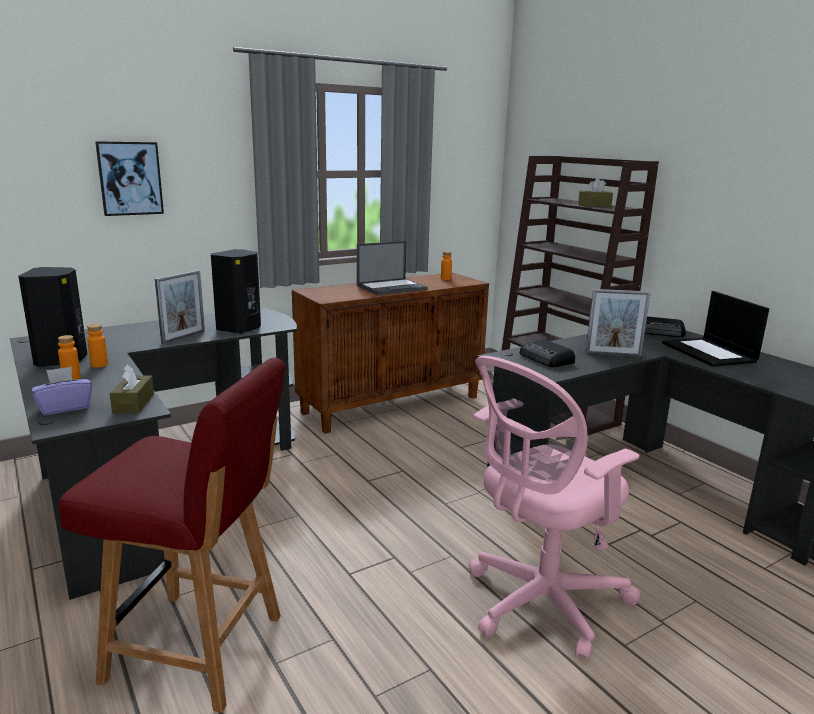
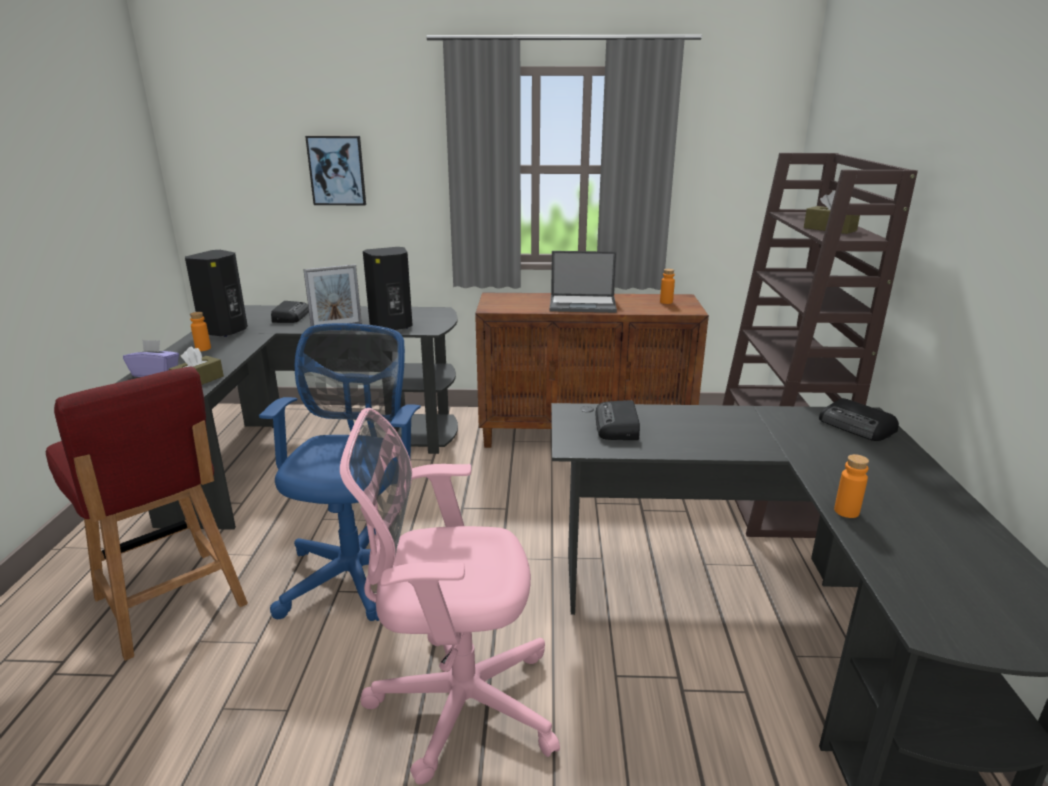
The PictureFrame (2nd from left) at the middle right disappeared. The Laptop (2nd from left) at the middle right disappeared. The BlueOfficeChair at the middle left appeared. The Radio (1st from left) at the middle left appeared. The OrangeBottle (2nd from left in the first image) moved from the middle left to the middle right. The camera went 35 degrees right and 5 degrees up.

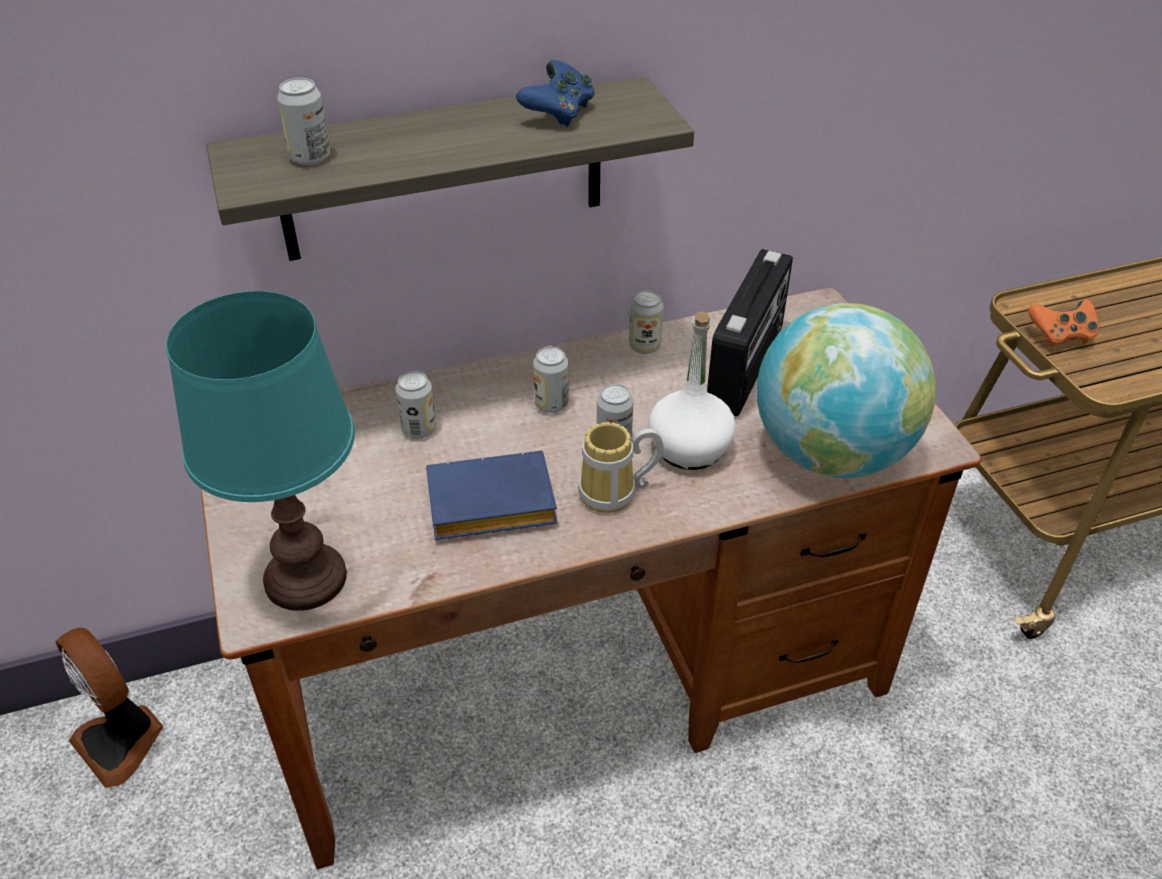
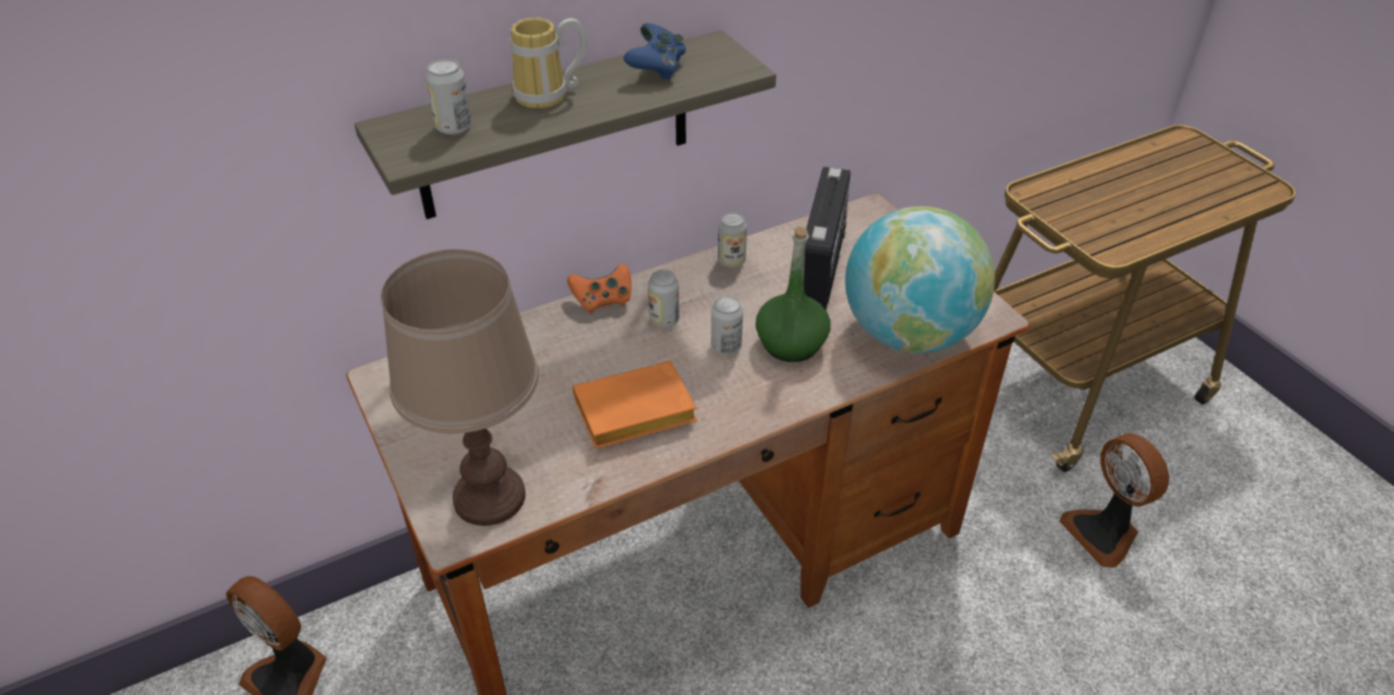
The Can (2nd from left) at the centre disappeared. The Fan (2nd from left) at the bottom right appeared. The Mug moved from the centre to the top centre. The OrangeGameController moved from the middle right to the centre. The TurquoiseTableLamp at the middle left became the BrownTableLamp at the middle left. The BlueBook at the centre became the OrangeBook at the centre. The WhiteBottle at the centre became the GreenBottle at the centre. The camera went 10 degrees left and 0 degrees up.

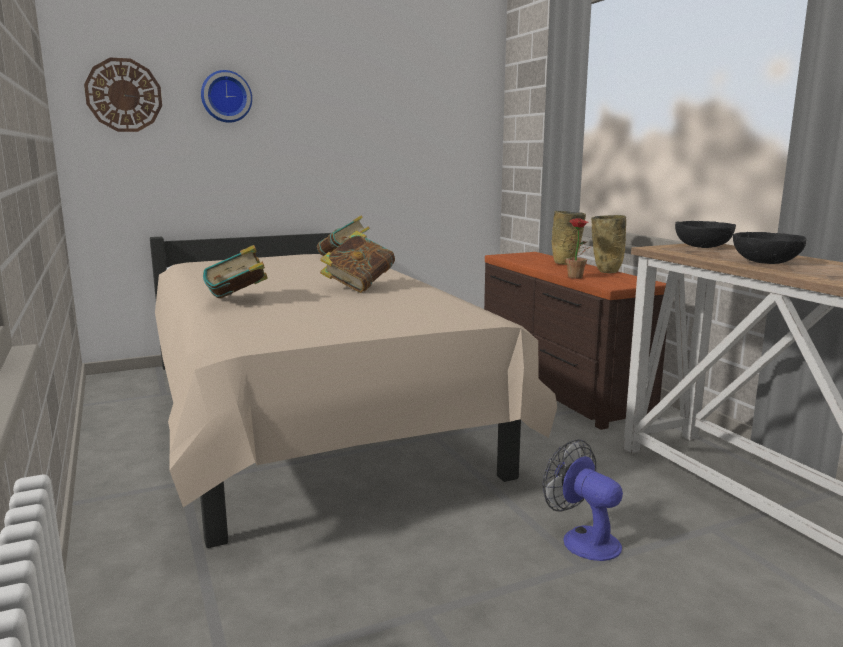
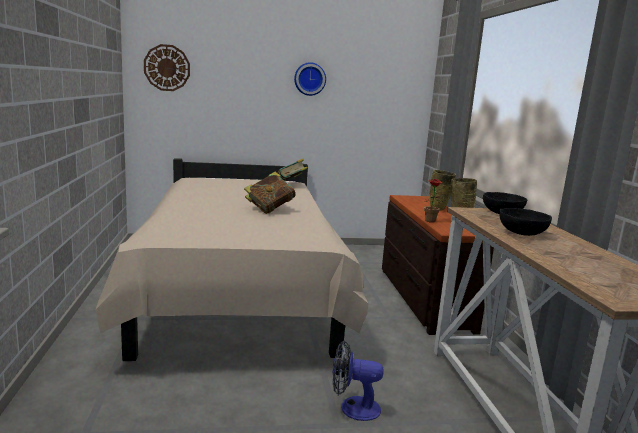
The Book (1st from left) at the middle left disappeared. The WallClock (2nd from left) moved from the top left to the top centre. The Fan at the bottom right turned 60 degrees counterclockwise. The camera went 15 degrees right and 0 degrees up.

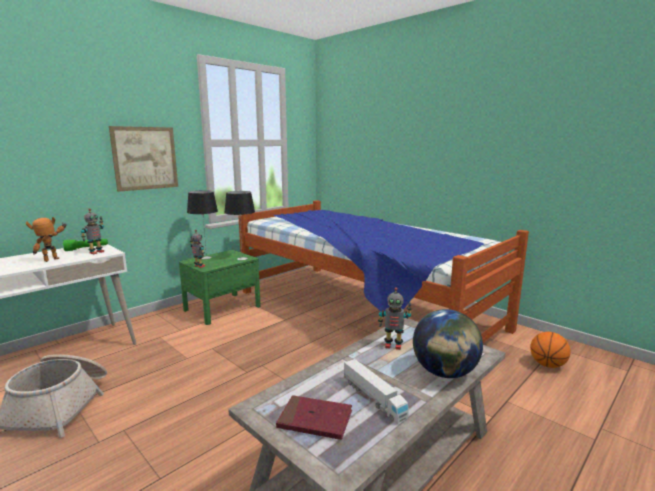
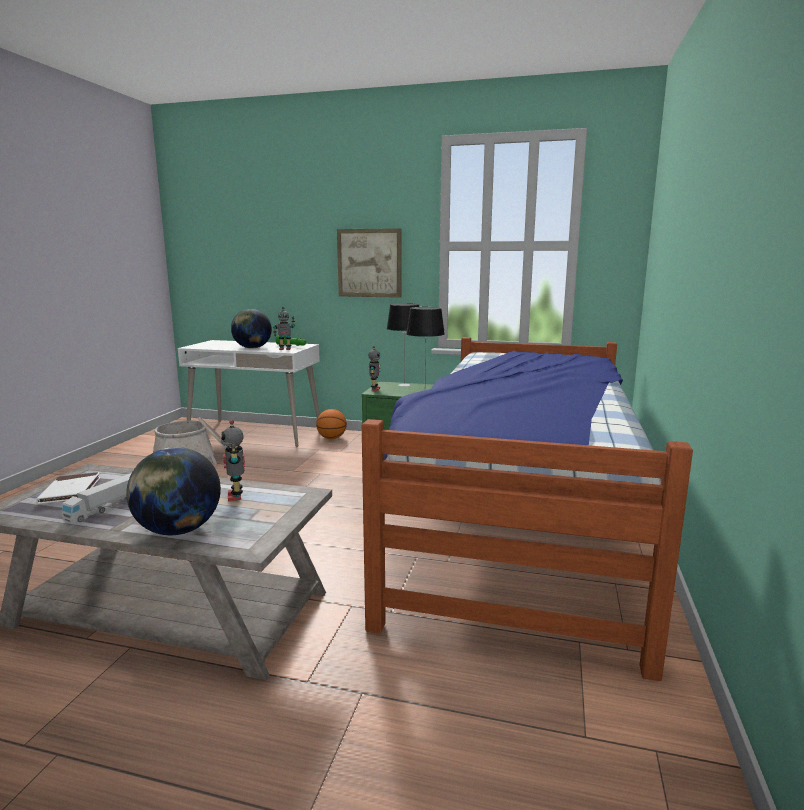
The Basketball moved from the bottom right to the centre. The ToyRobot (1st from left) at the middle left was replaced by the Globe (2nd from left) at the middle left. The RedBook at the bottom centre became the WhiteBook at the middle left. The camera went 60 degrees right and 0 degrees up.

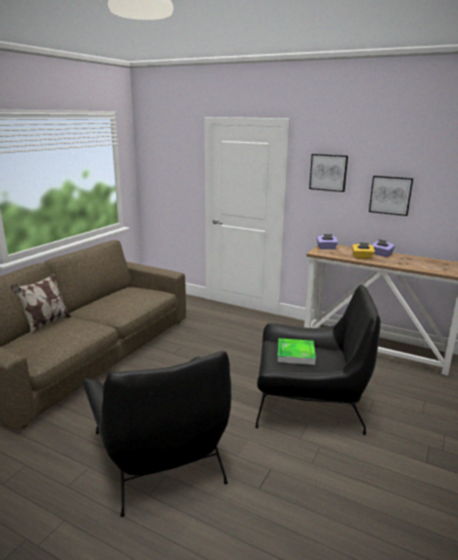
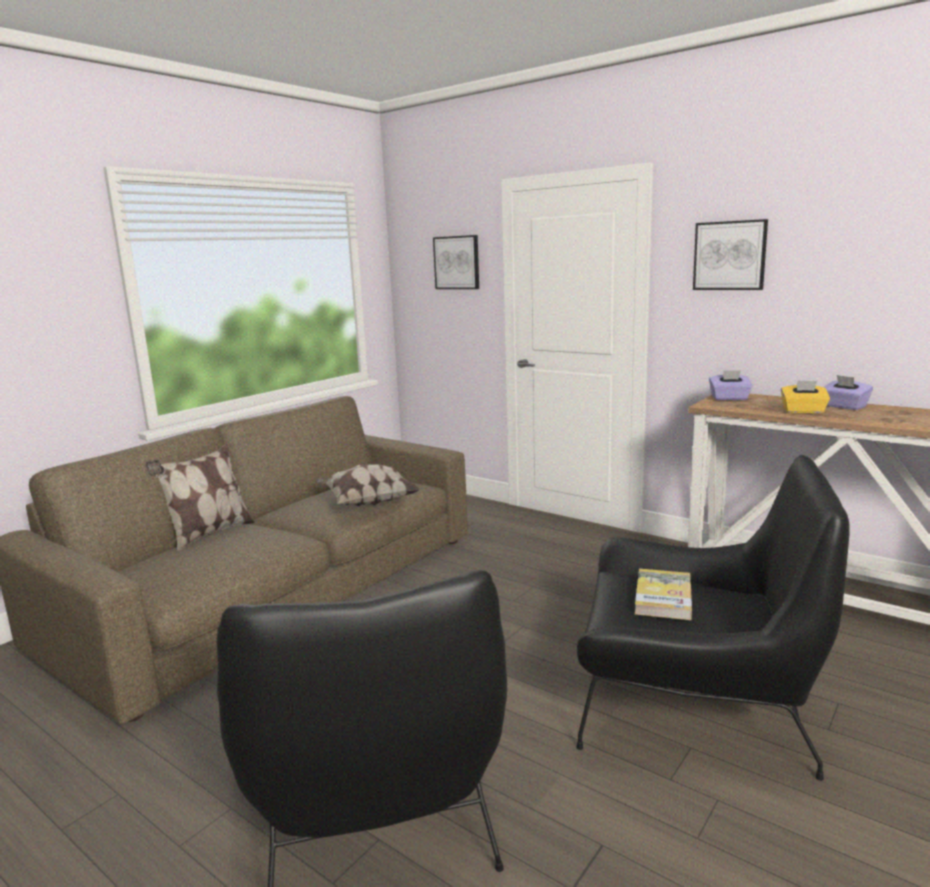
The Pillow (2nd from left) at the centre appeared. The Picture (2nd from left in the first image) moved from the middle right to the top centre. The Tray at the centre was replaced by the Book at the bottom right. The camera went 10 degrees right and 5 degrees down.

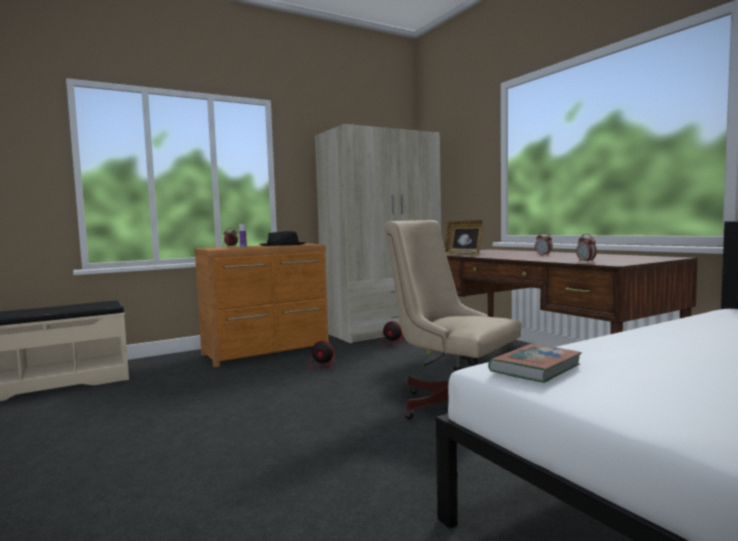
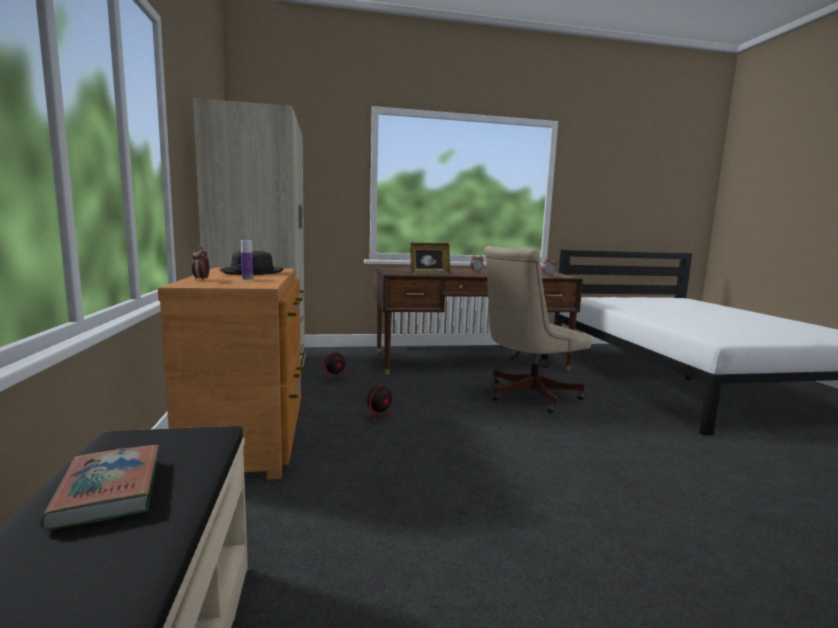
The Book moved from the bottom right to the bottom left. The camera went 70 degrees left and 5 degrees up.

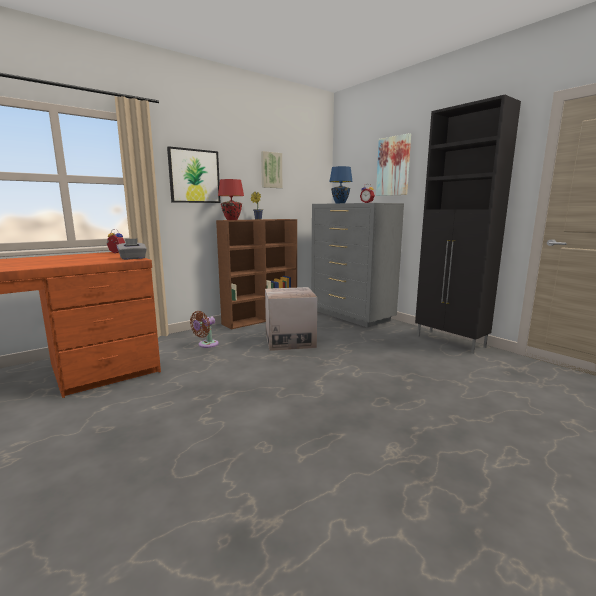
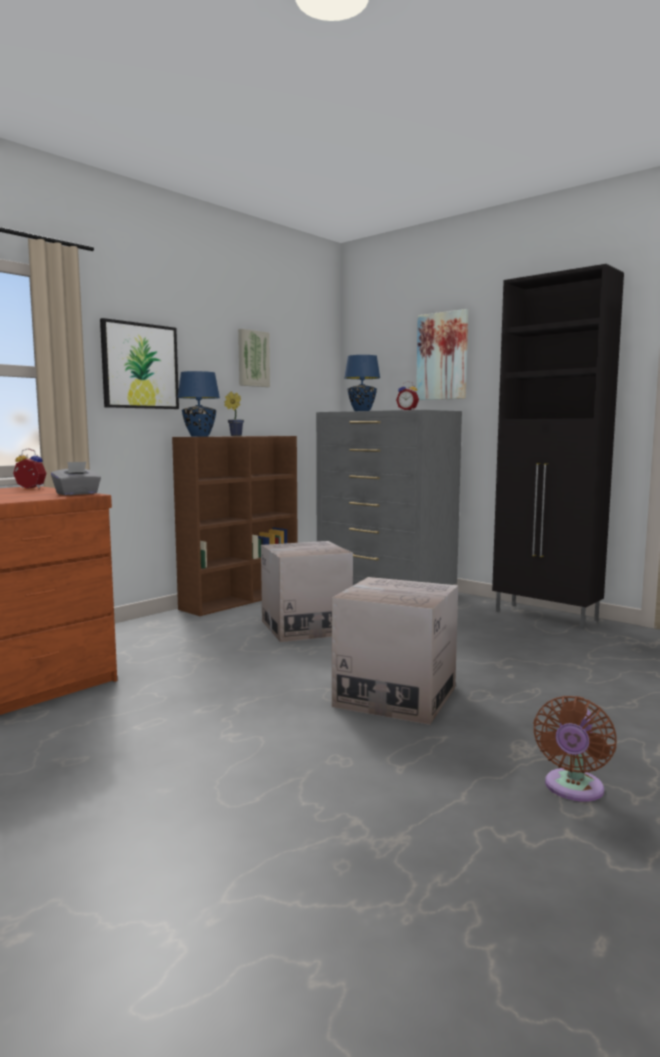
The CardboardBox (2nd from left) at the centre appeared. The BrownFan moved from the centre to the bottom right. The RedTableLamp at the centre became the BlueTableLamp (1st from left) at the middle left. The camera went 10 degrees left and 5 degrees down.

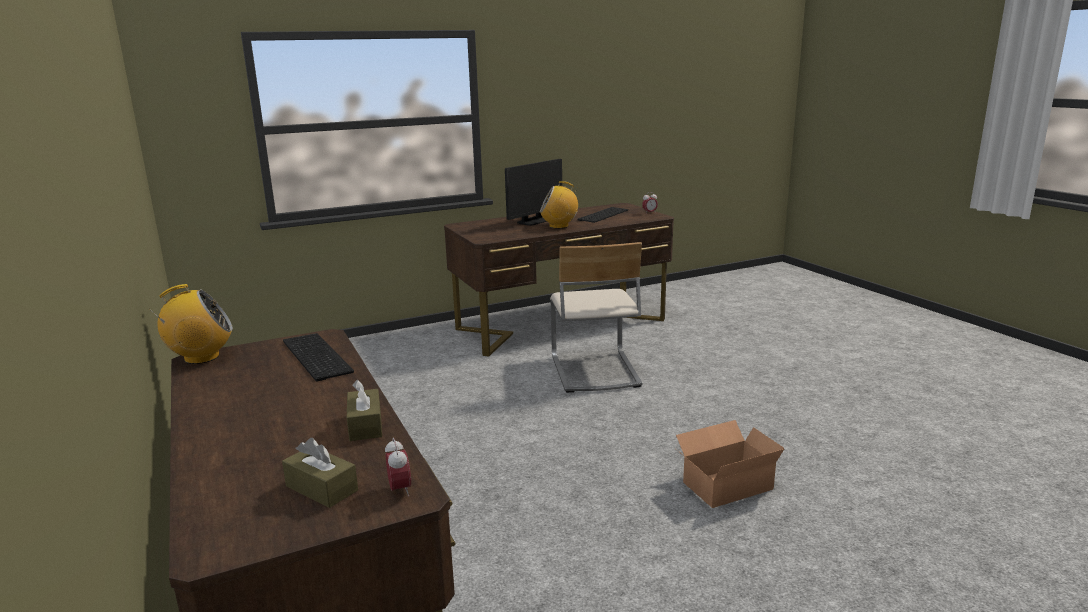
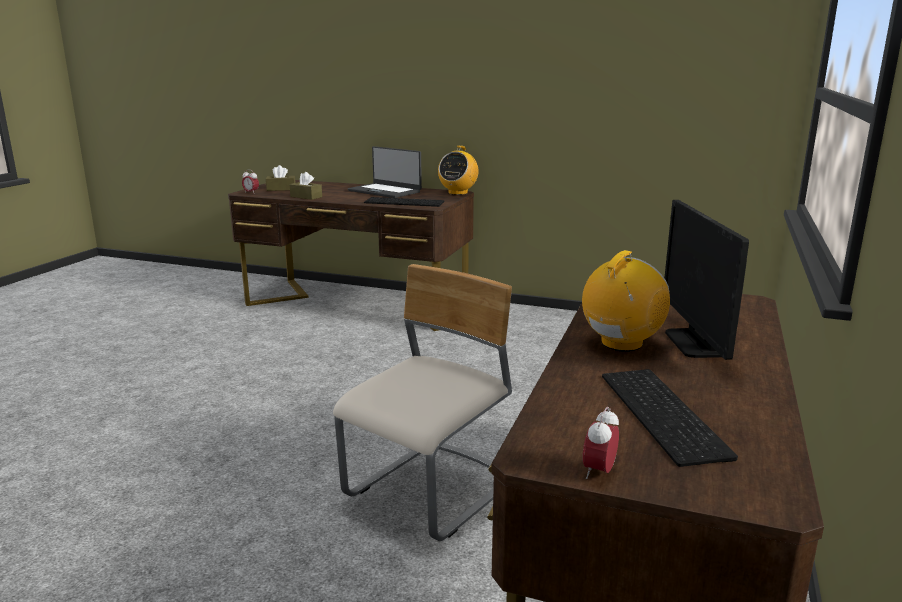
The CardboardBox at the bottom right disappeared. The Laptop at the top centre appeared. The BeigeChair at the centre turned 90 degrees clockwise. The camera went 135 degrees right and 0 degrees up.

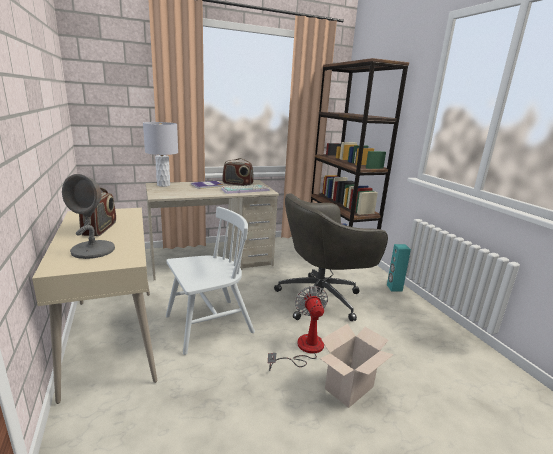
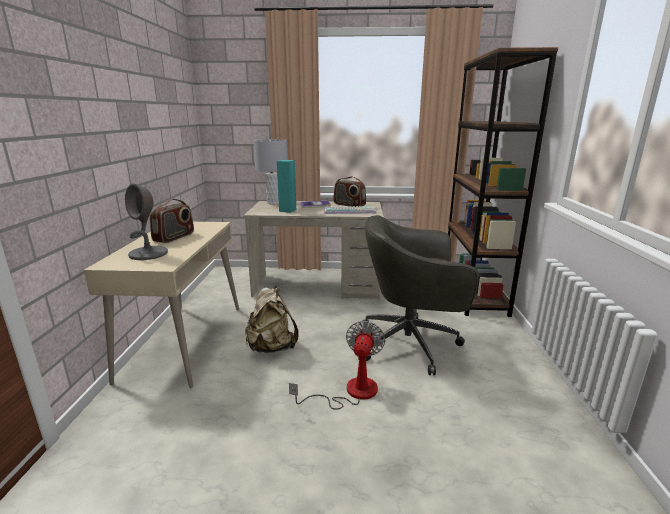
The CardboardBox at the bottom centre disappeared. The TurquoiseSpeaker moved from the middle right to the centre. The WhiteChair at the centre was replaced by the BeigeBackpack at the centre. The camera went 25 degrees right and 0 degrees up.

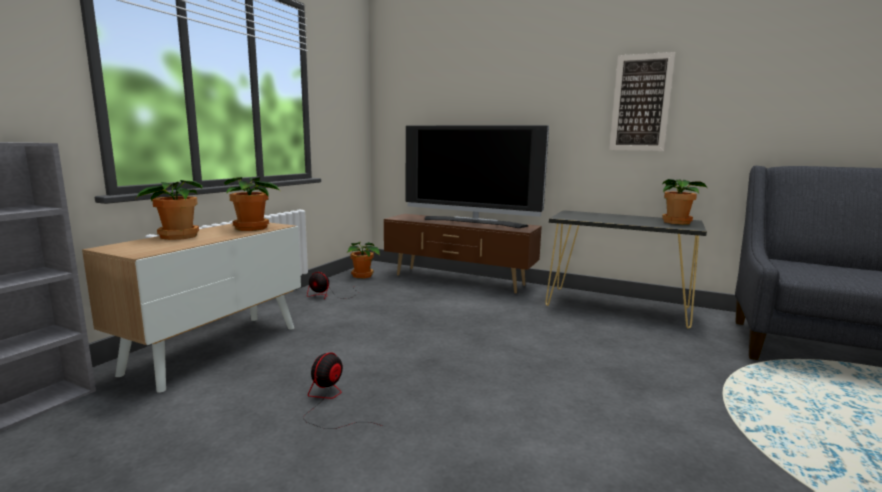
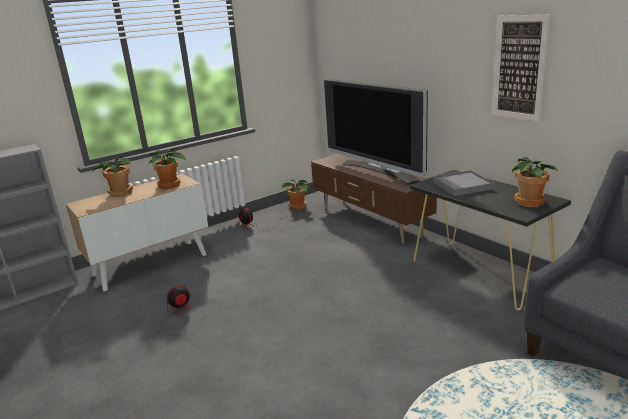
The GreyTray at the middle right appeared. The camera went 30 degrees right and 10 degrees up.

